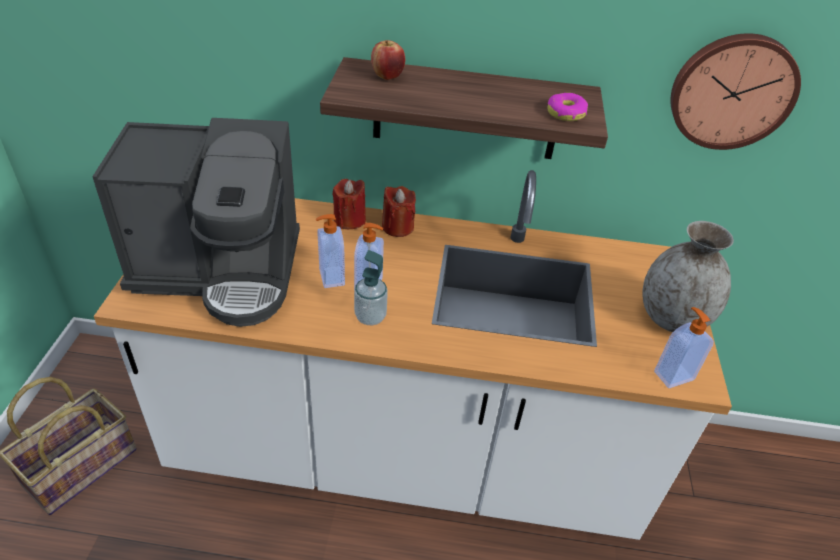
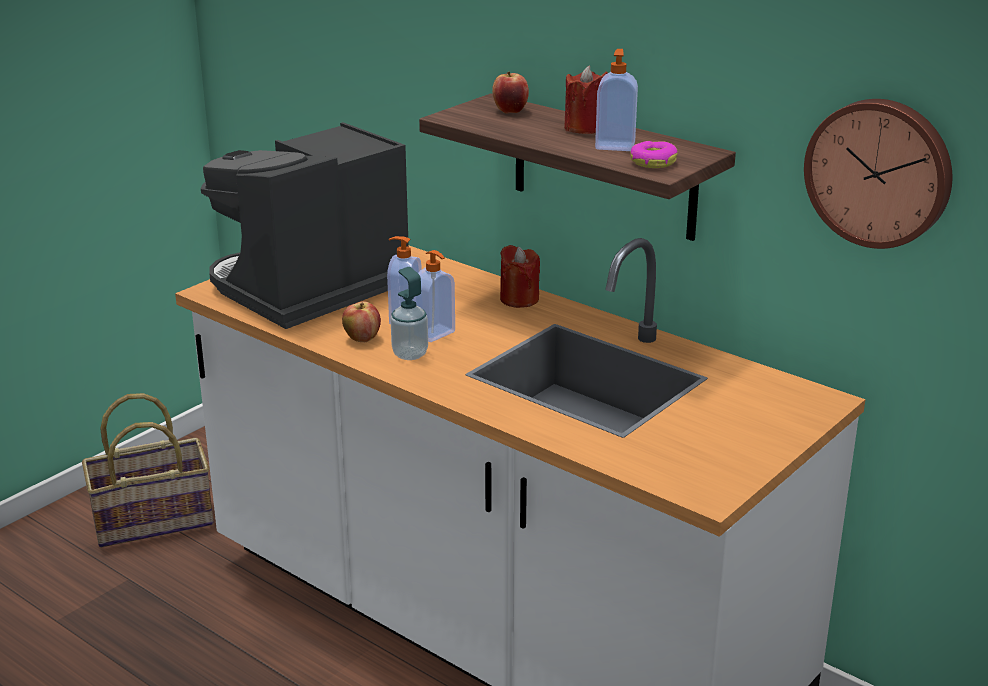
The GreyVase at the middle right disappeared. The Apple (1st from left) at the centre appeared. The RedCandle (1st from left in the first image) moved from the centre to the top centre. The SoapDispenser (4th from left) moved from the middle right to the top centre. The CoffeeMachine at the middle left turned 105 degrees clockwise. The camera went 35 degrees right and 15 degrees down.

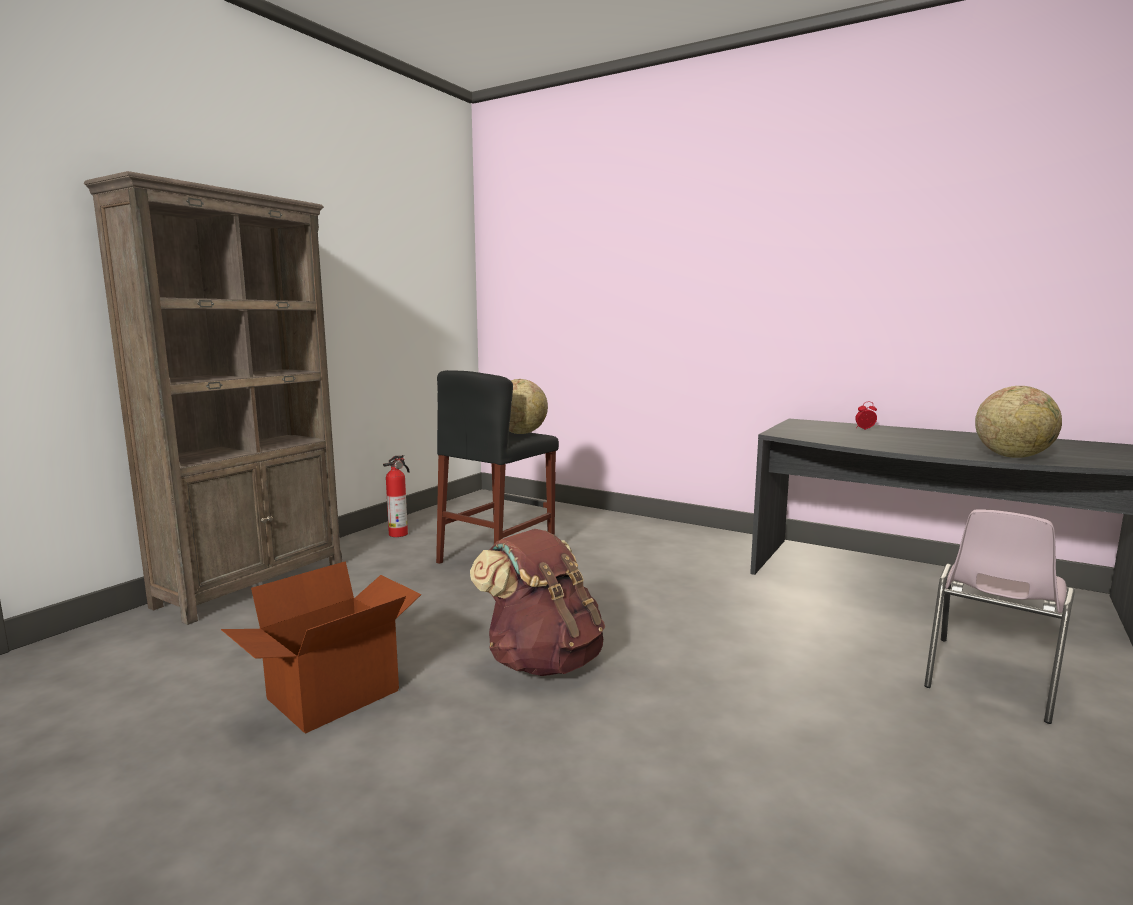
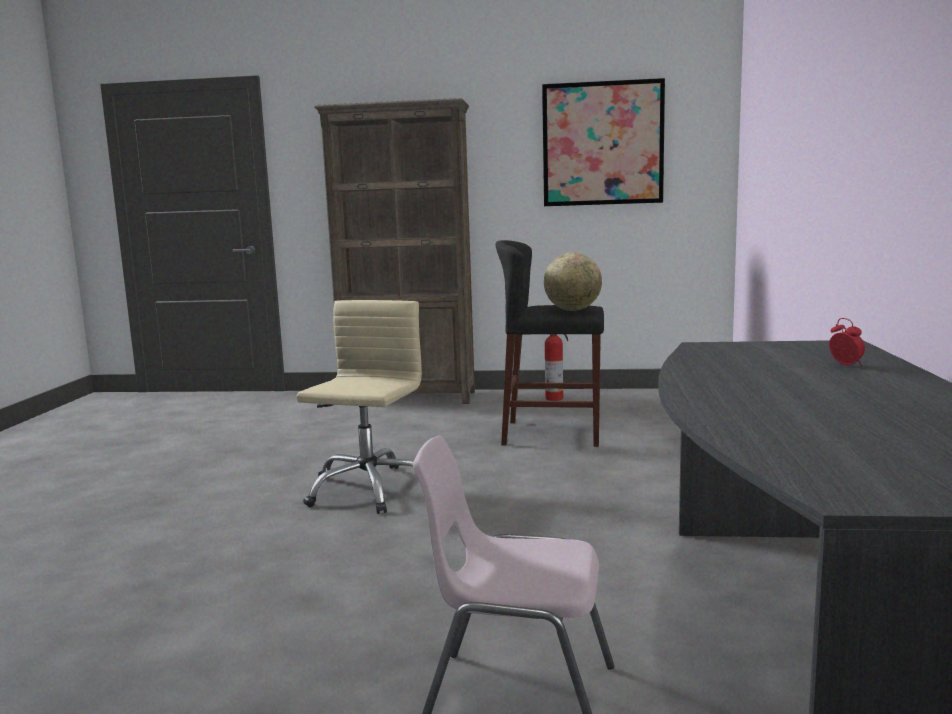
The CardboardBox at the bottom left disappeared. The Globe (2nd from left) at the middle right disappeared. The Picture at the top centre appeared. The BrownBackpack at the centre was replaced by the BeigeOfficeChair at the centre. The camera went 65 degrees right and 0 degrees up.

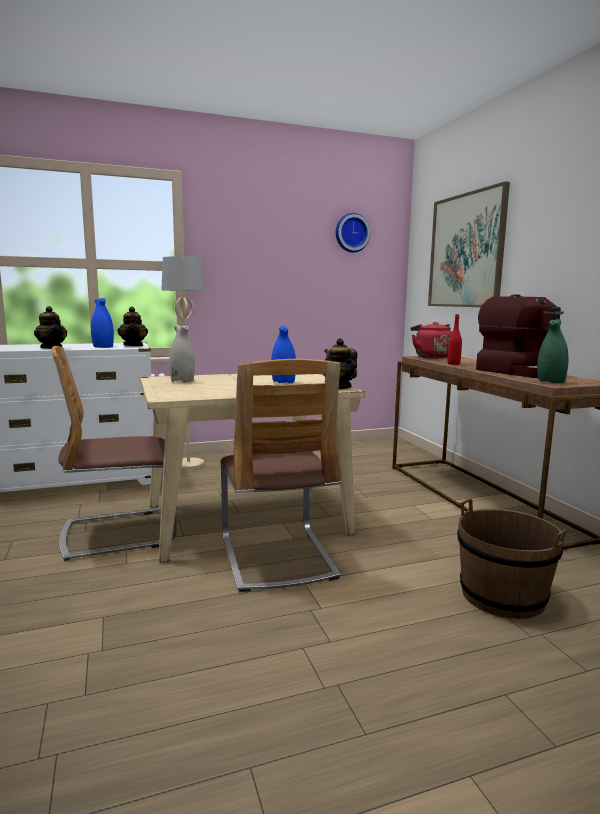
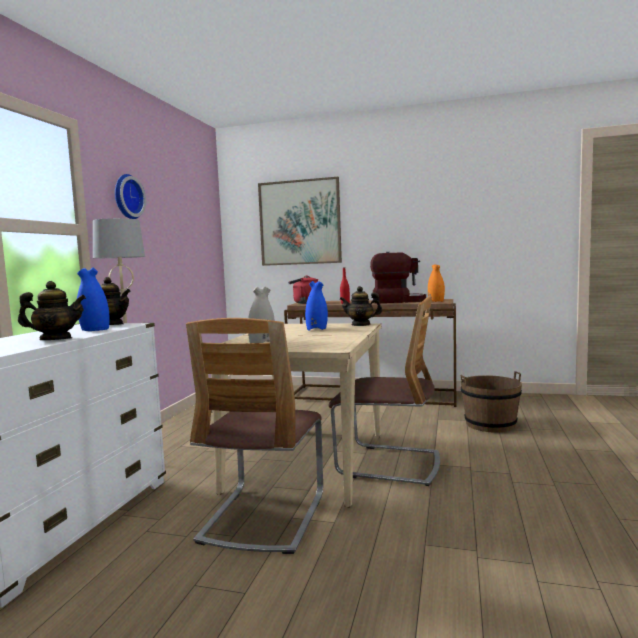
The WallClock moved from the top centre to the top left. The GreenVase at the middle right became the OrangeVase at the middle right. The camera went 55 degrees left and 5 degrees down.

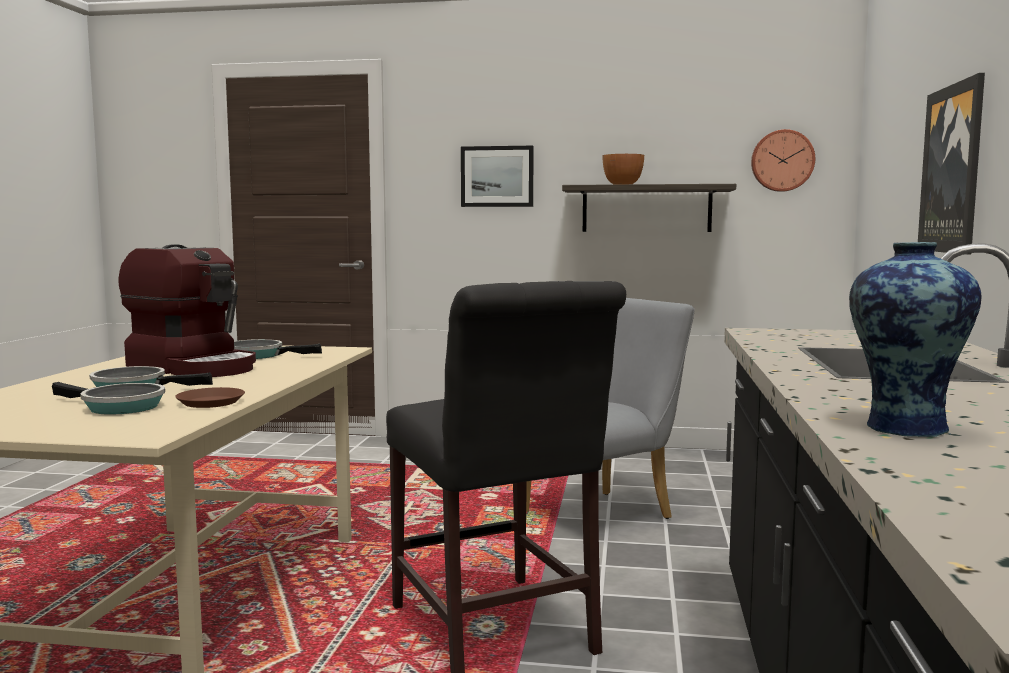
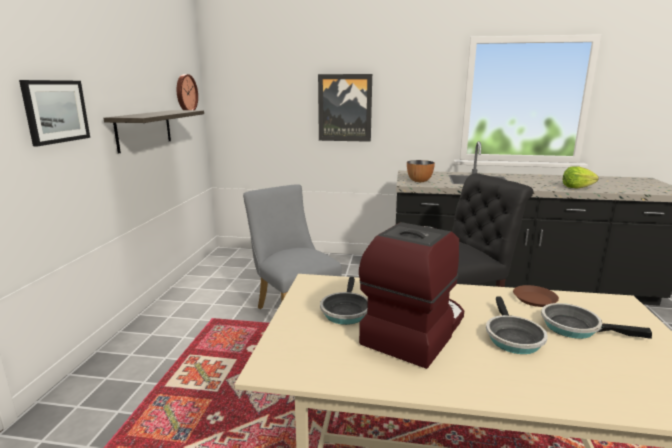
The Bowl moved from the top centre to the centre. The Vase at the middle right was replaced by the Lettuce at the middle right. The FryingPan (1st from left in the first image) at the middle left turned 90 degrees counterclockwise. The camera went 90 degrees left and 10 degrees up.

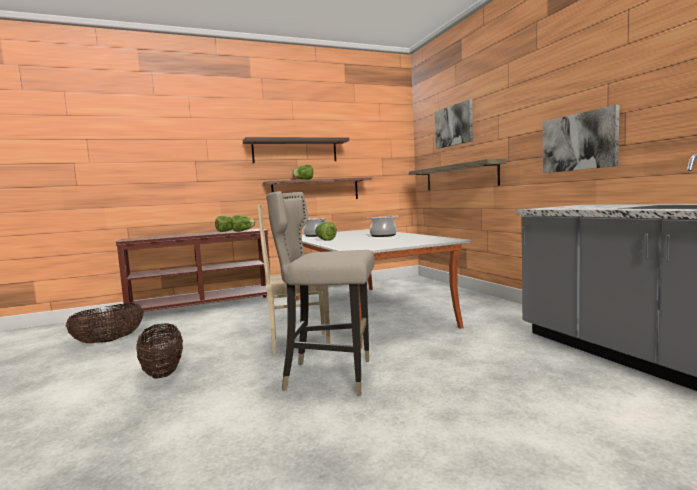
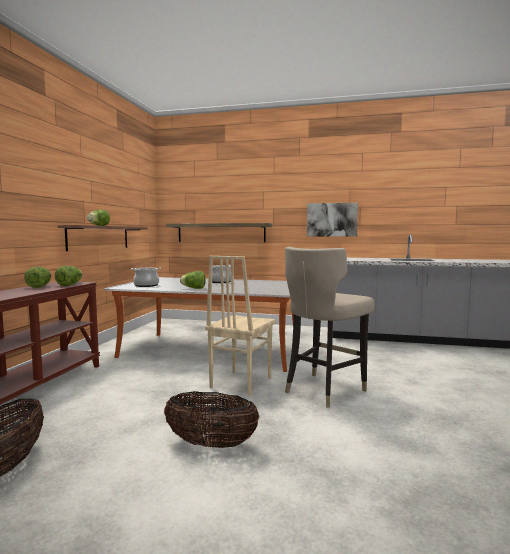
The Shelf (1st from left) at the top centre disappeared. The Picture (1st from left) at the top centre disappeared. The camera went 55 degrees left and 0 degrees up.

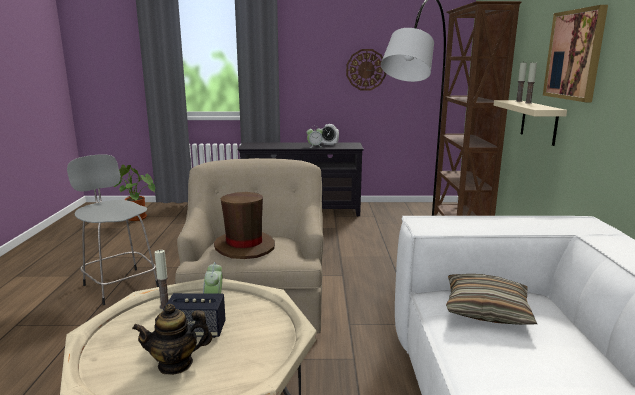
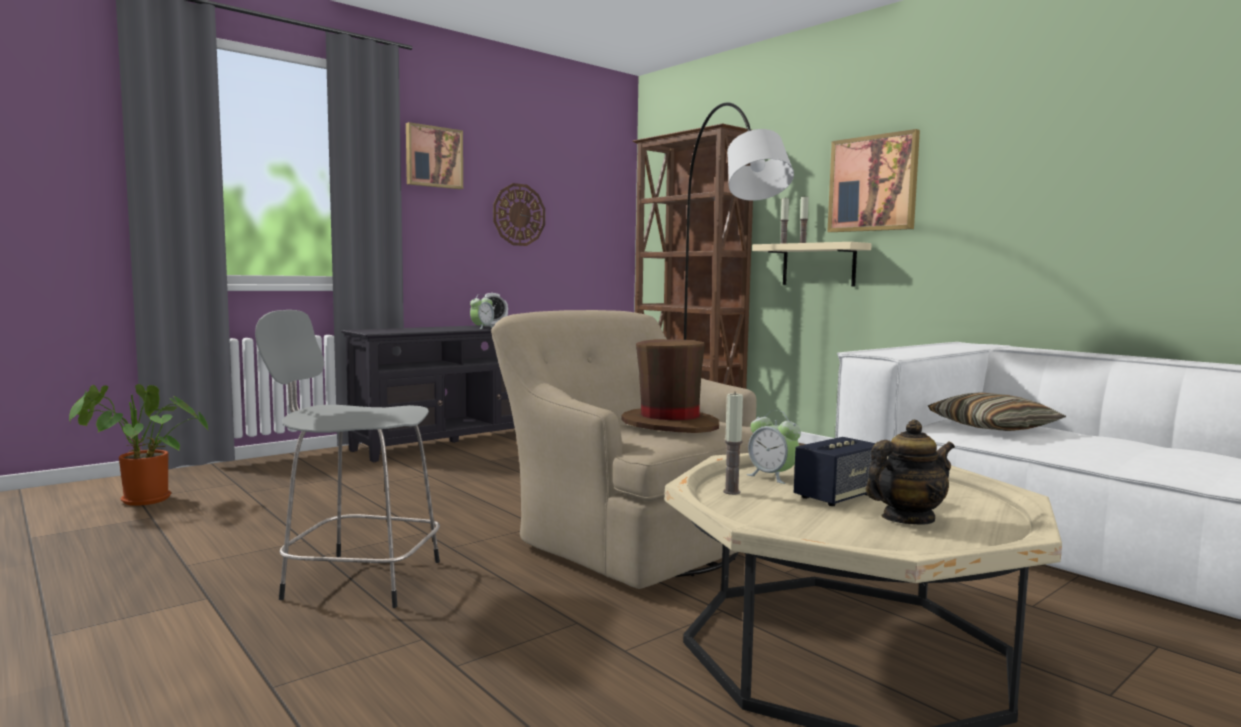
The Picture (1st from left) at the top centre appeared. The Teapot at the bottom left turned 150 degrees counterclockwise. The camera went 40 degrees left and 10 degrees down.

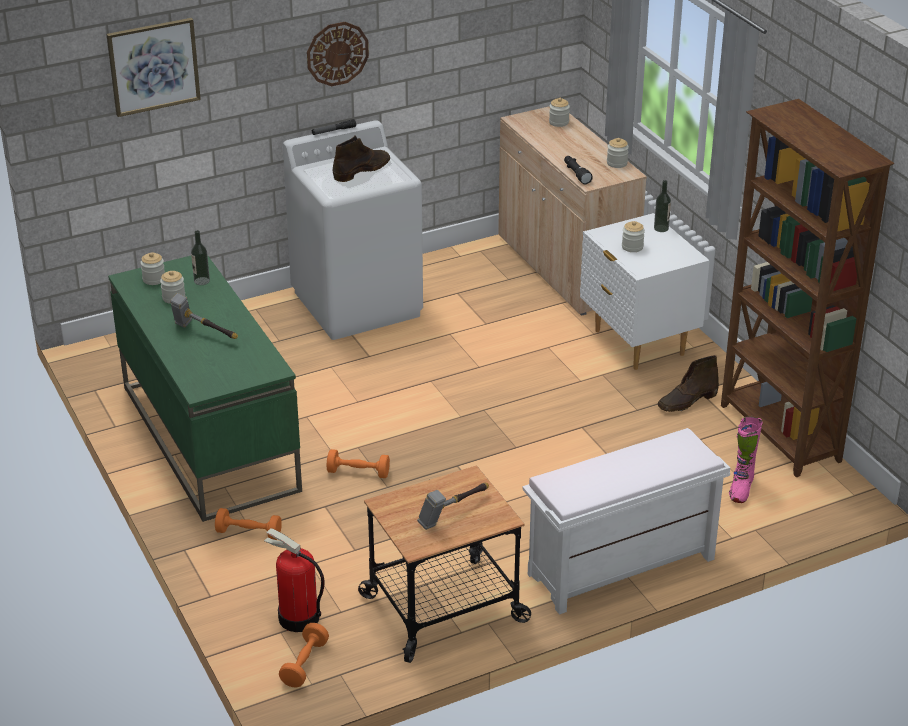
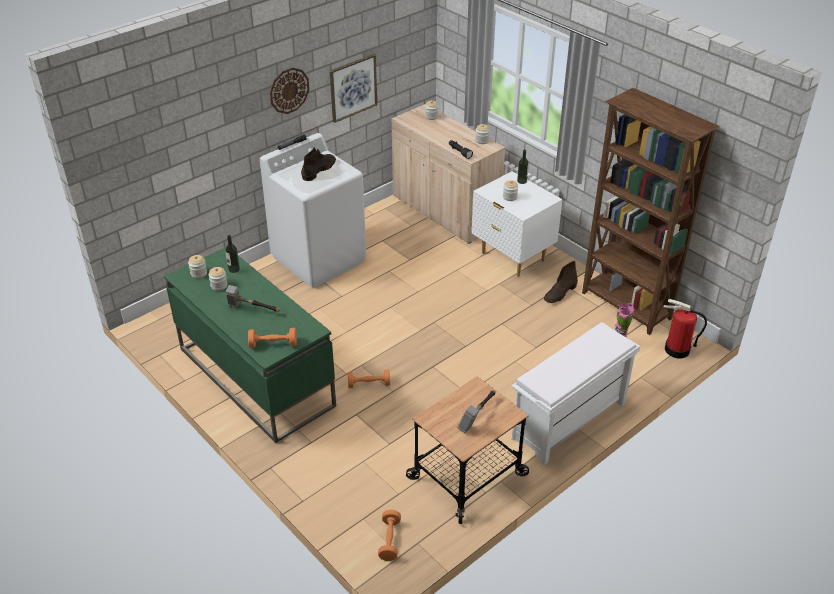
The Picture moved from the top left to the top centre. The OrangeDumbbell (1st from left) moved from the bottom left to the middle left. The FireExtinguisher moved from the bottom left to the middle right. The camera went 15 degrees left and 5 degrees up.

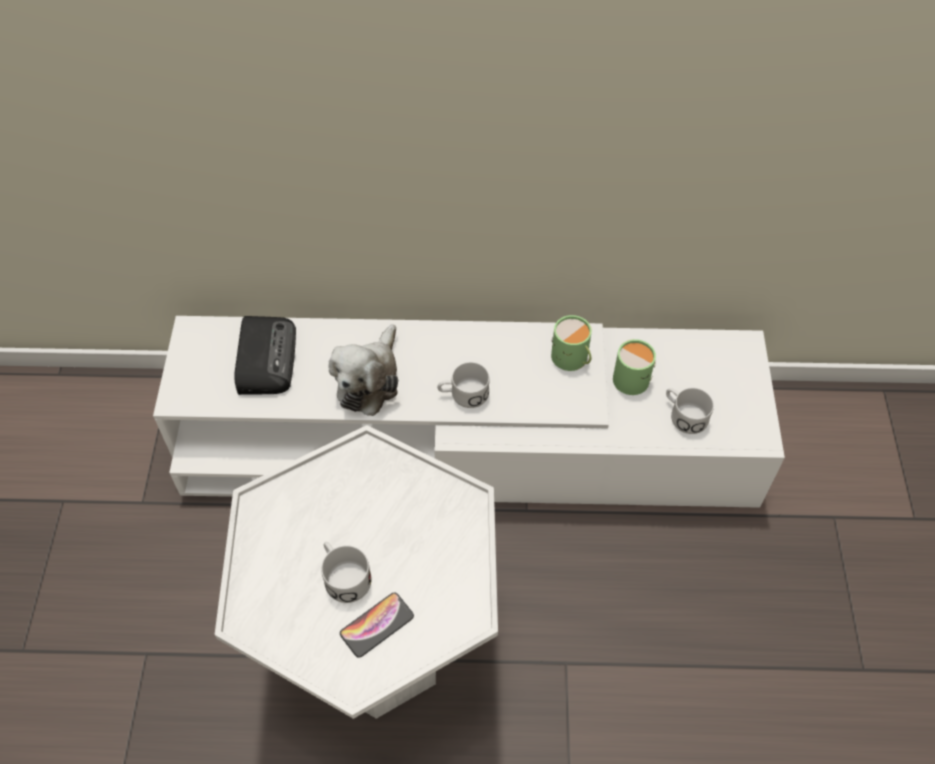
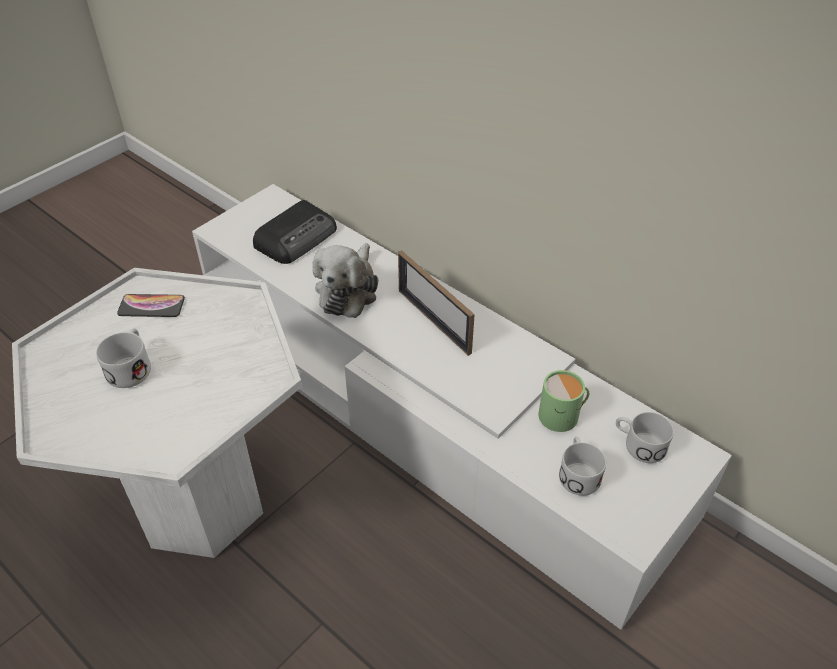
The GreenMug (1st from left) at the centre disappeared. The PictureFrame at the centre appeared. The Phone moved from the bottom centre to the middle left. The WhiteMug (2nd from left in the first image) moved from the centre to the middle right. The PlushToy at the centre turned 45 degrees counterclockwise. The camera went 40 degrees right and 10 degrees down.

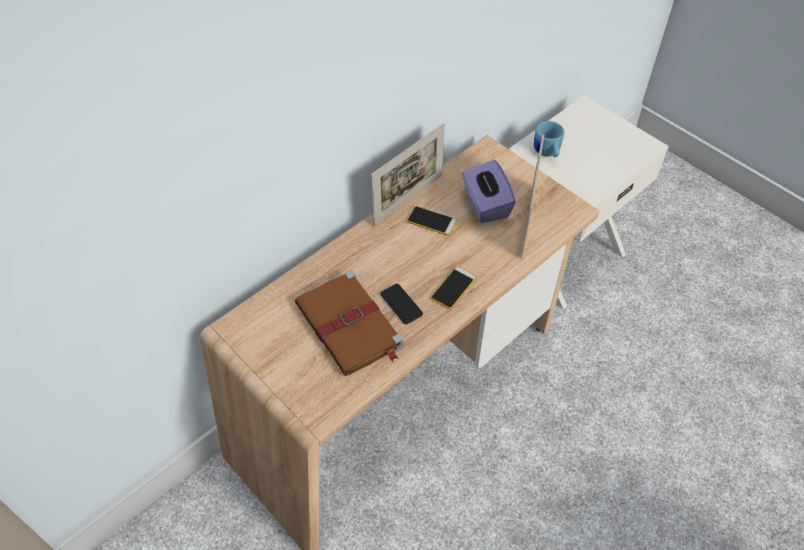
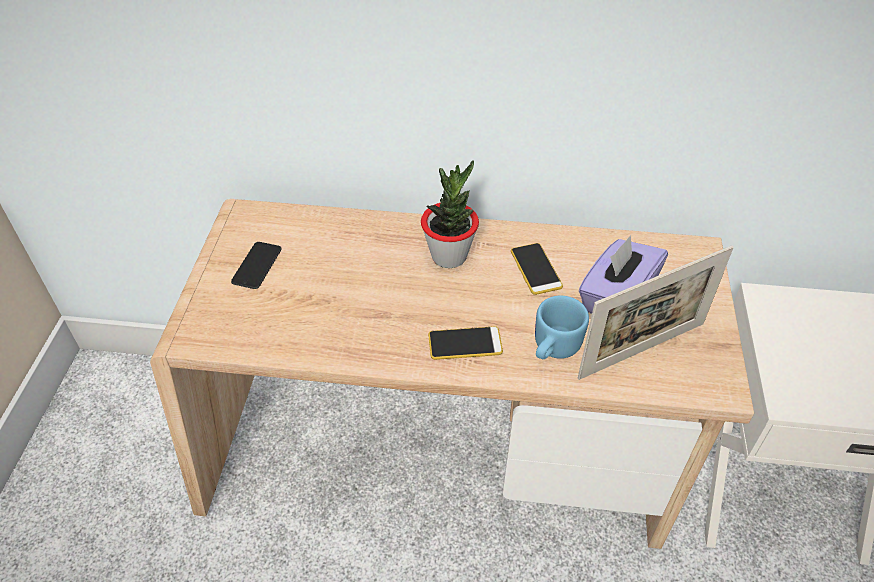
The BrownBook at the centre disappeared. The PictureFrame (1st from left) at the top centre disappeared. The PottedPlant at the centre appeared. The Phone (1st from left) moved from the centre to the middle left. The BlueMug moved from the top right to the centre. The camera went 50 degrees right and 5 degrees down.

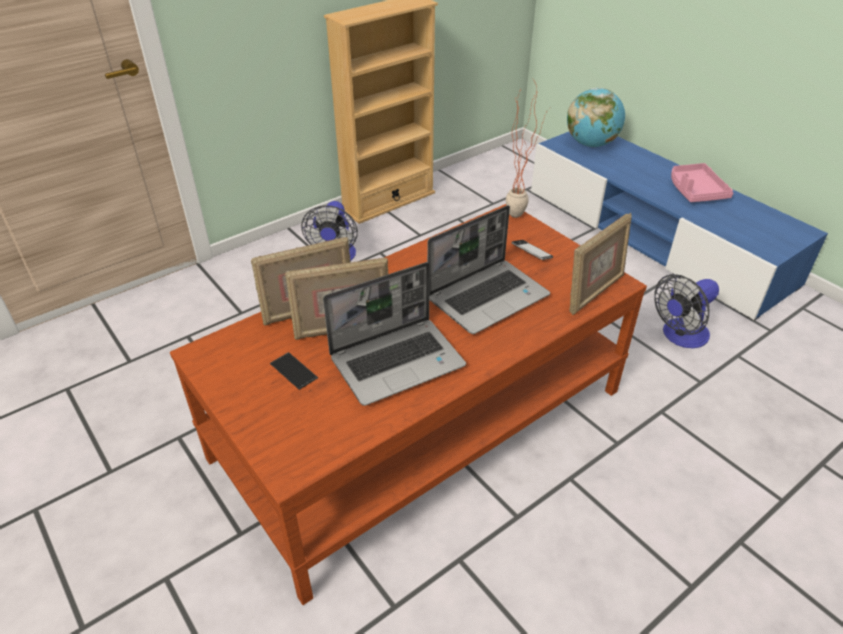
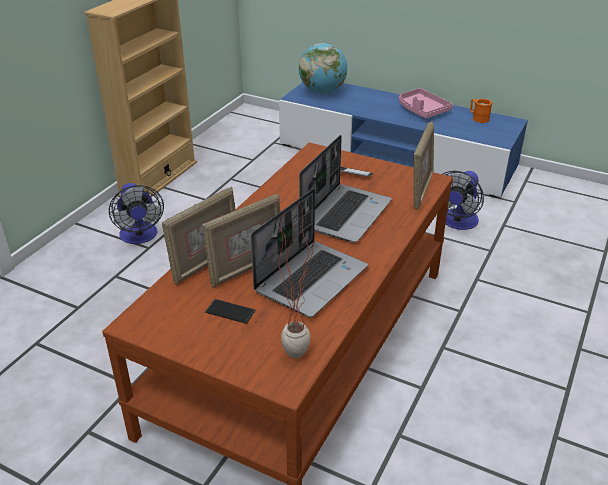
The OrangeMug at the top right appeared. The PottedPlant moved from the top centre to the centre. The camera went 25 degrees left and 5 degrees down.

